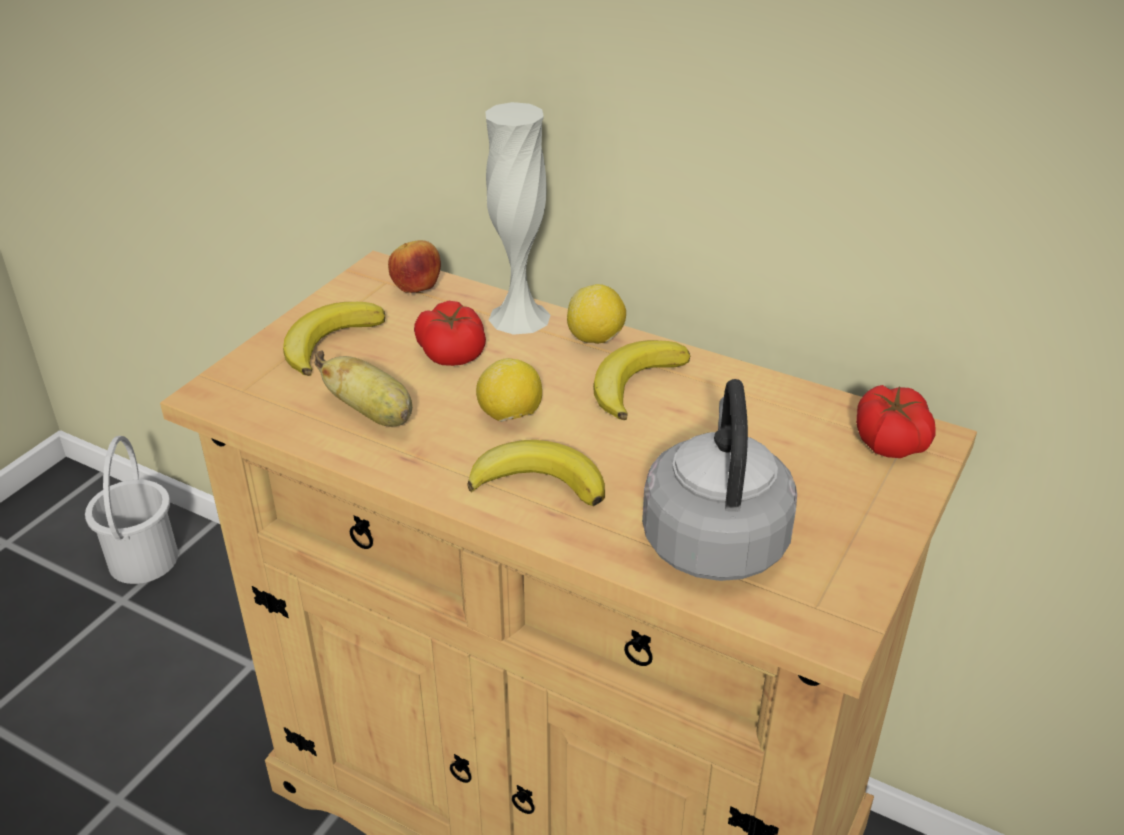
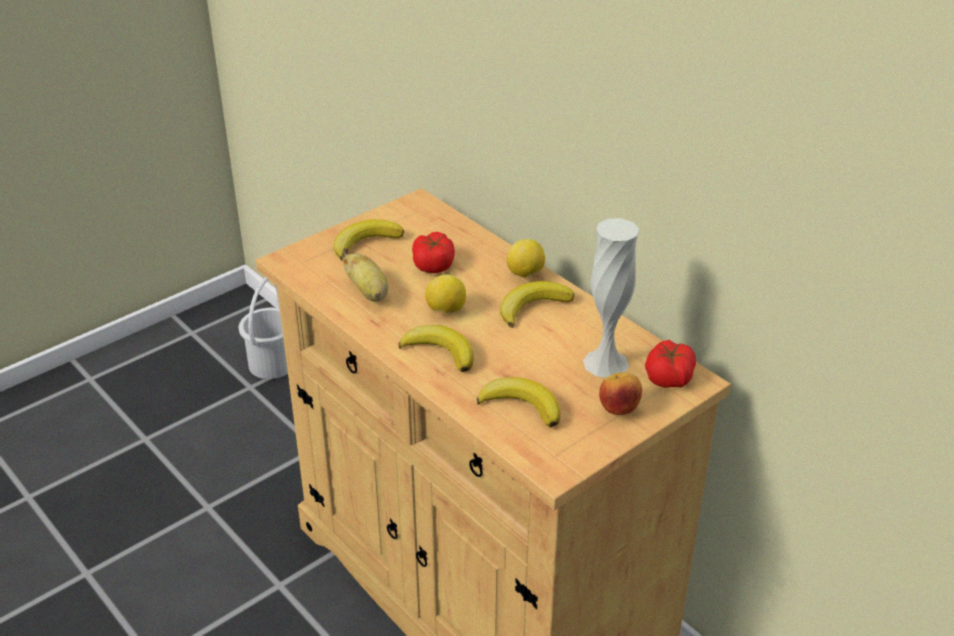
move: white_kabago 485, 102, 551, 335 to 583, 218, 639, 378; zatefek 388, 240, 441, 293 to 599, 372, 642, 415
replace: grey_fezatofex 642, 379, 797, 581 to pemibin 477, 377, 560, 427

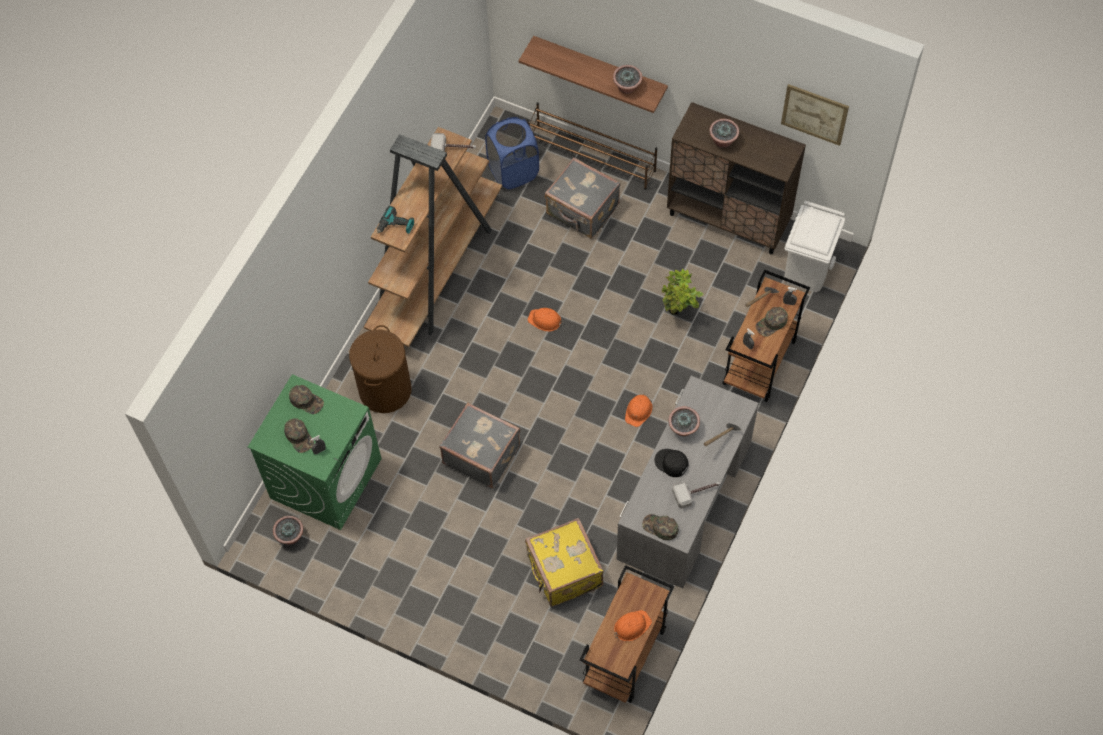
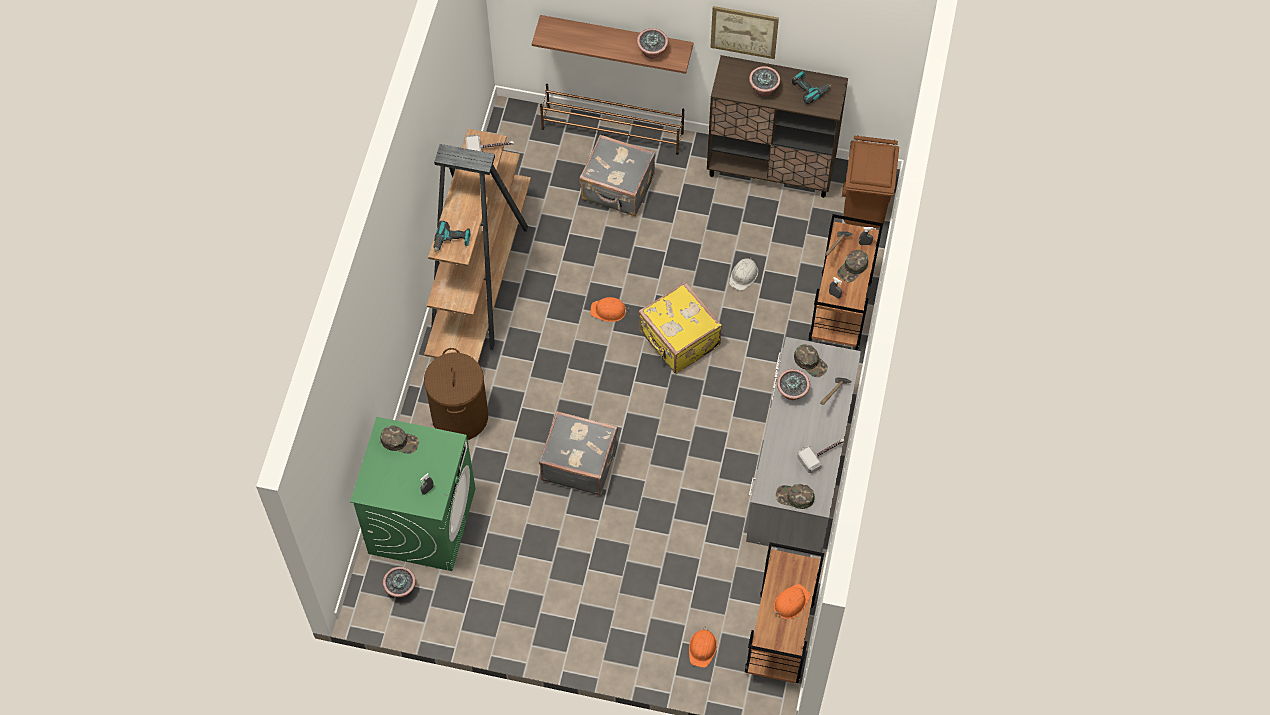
delete: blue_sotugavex 485, 117, 539, 189; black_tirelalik 655, 449, 689, 477
insert: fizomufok 792, 71, 831, 104
move: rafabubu 781, 84, 849, 146 to 710, 6, 779, 59; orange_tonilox 625, 393, 653, 427 to 689, 627, 717, 668; green_tirelalik 284, 418, 314, 453 to 794, 344, 828, 377; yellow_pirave 525, 518, 603, 607 to 638, 282, 722, 374
replace: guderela 662, 269, 703, 315 to white_tonilox 729, 257, 758, 291
recolor: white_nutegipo 784, 201, 845, 292 to brown_nutegipo 842, 135, 899, 228

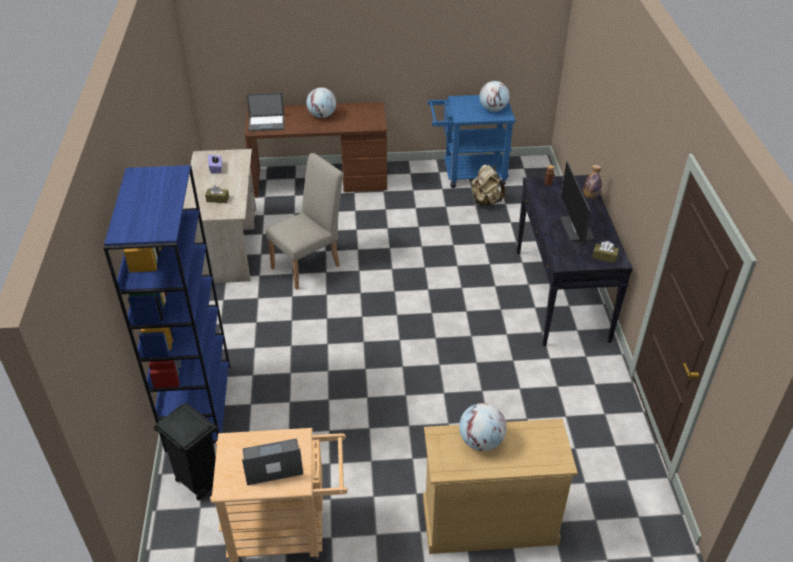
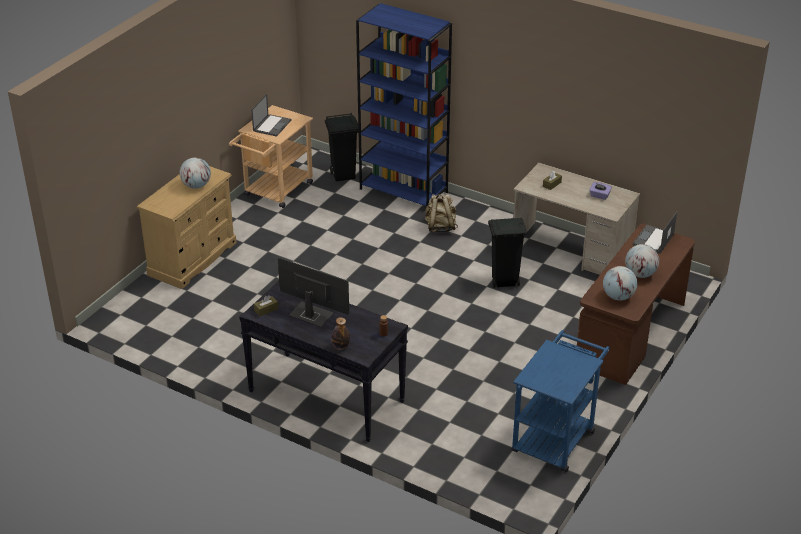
move: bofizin 479, 81, 509, 112 to 603, 266, 638, 301; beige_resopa 471, 164, 505, 206 to 425, 194, 458, 232
replace: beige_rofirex 266, 153, 344, 290 to black_nutegipo 488, 218, 527, 288

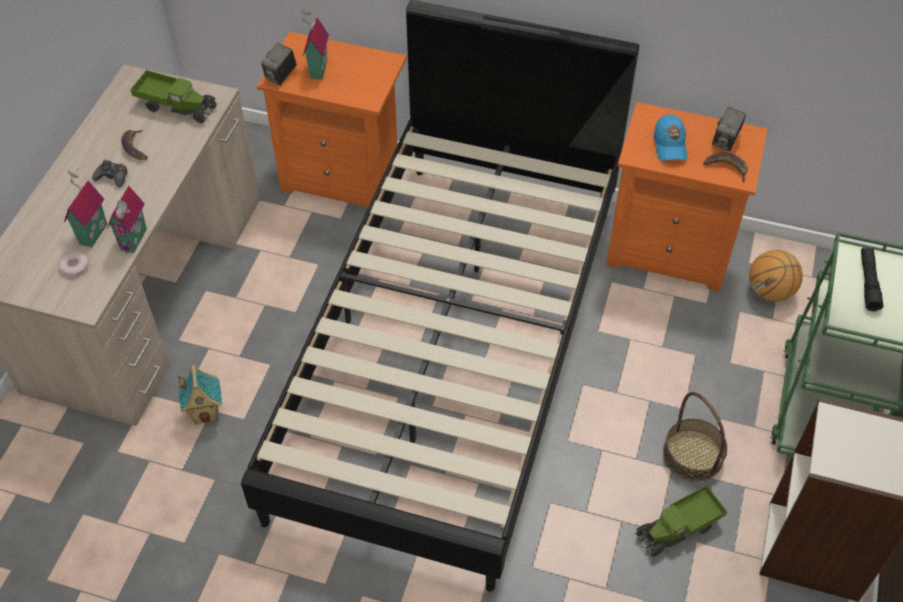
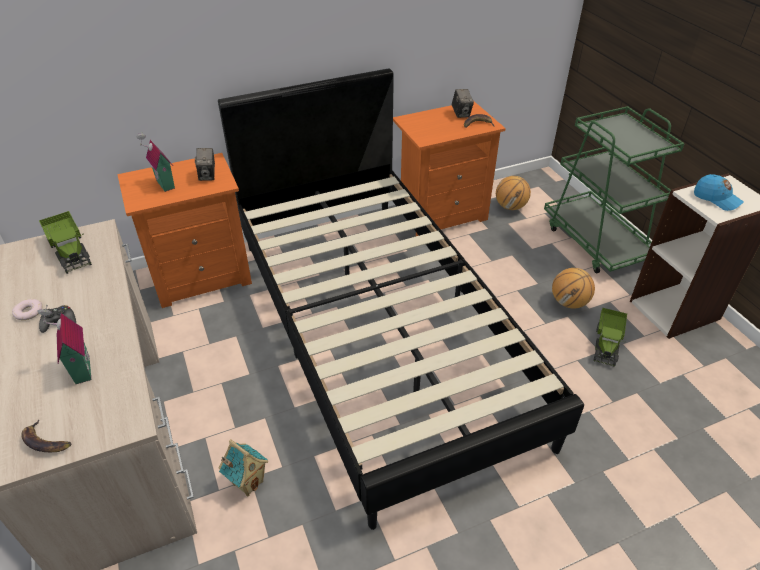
delete: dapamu 107, 186, 147, 253; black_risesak 861, 247, 883, 311
move: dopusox 261, 42, 297, 85 to 195, 148, 215, 181; blue_tirelalik 654, 114, 687, 161 to 694, 174, 744, 211; pemibin 121, 130, 148, 160 to 22, 419, 72, 452; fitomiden 58, 252, 89, 276 to 12, 299, 42, 320
replace: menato 663, 392, 727, 482 to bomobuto 552, 268, 595, 308
rotate: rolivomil 130, 70, 217, 123 = 39, 211, 92, 274 75 degrees clockwise

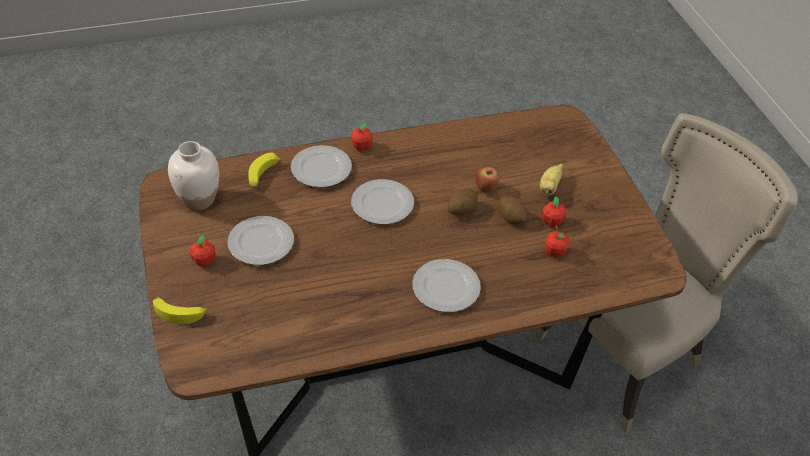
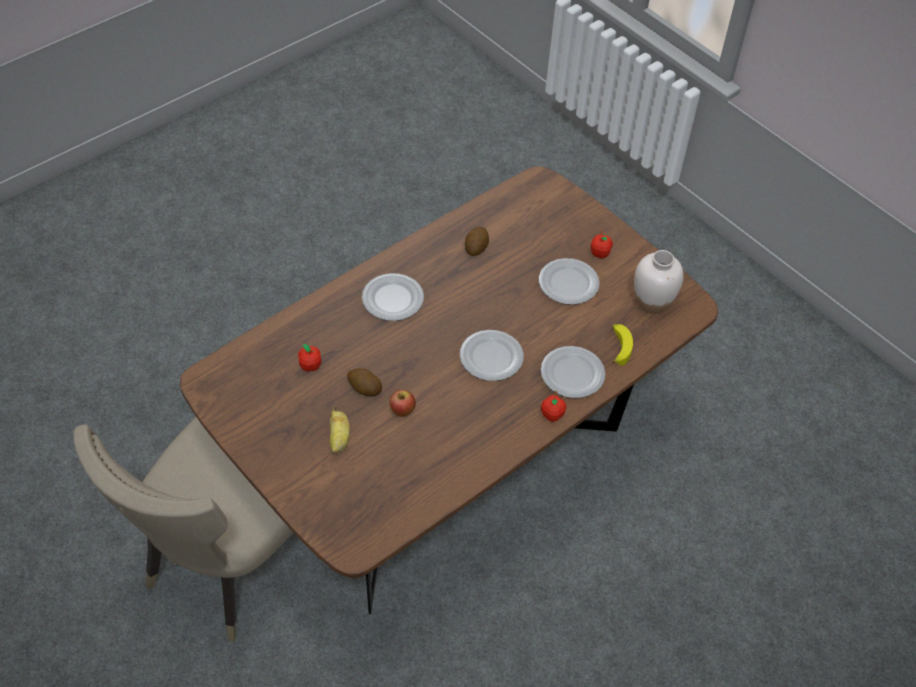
delete: zatefek 542, 197, 567, 227; pemibin 153, 296, 207, 324
move: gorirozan 448, 189, 478, 215 to 465, 227, 489, 256

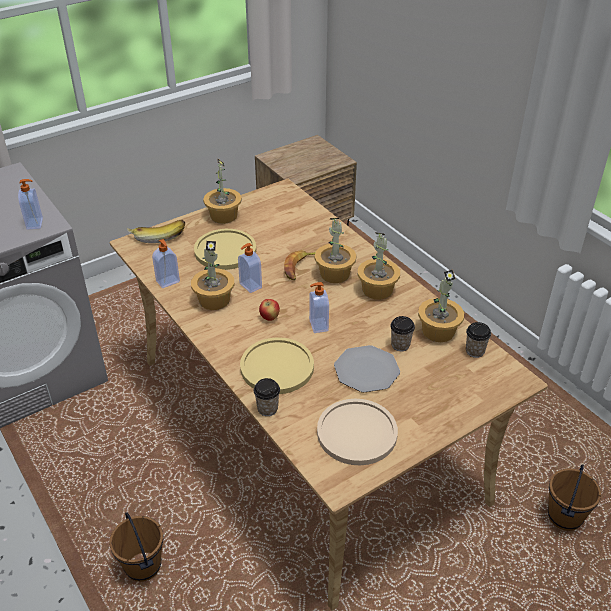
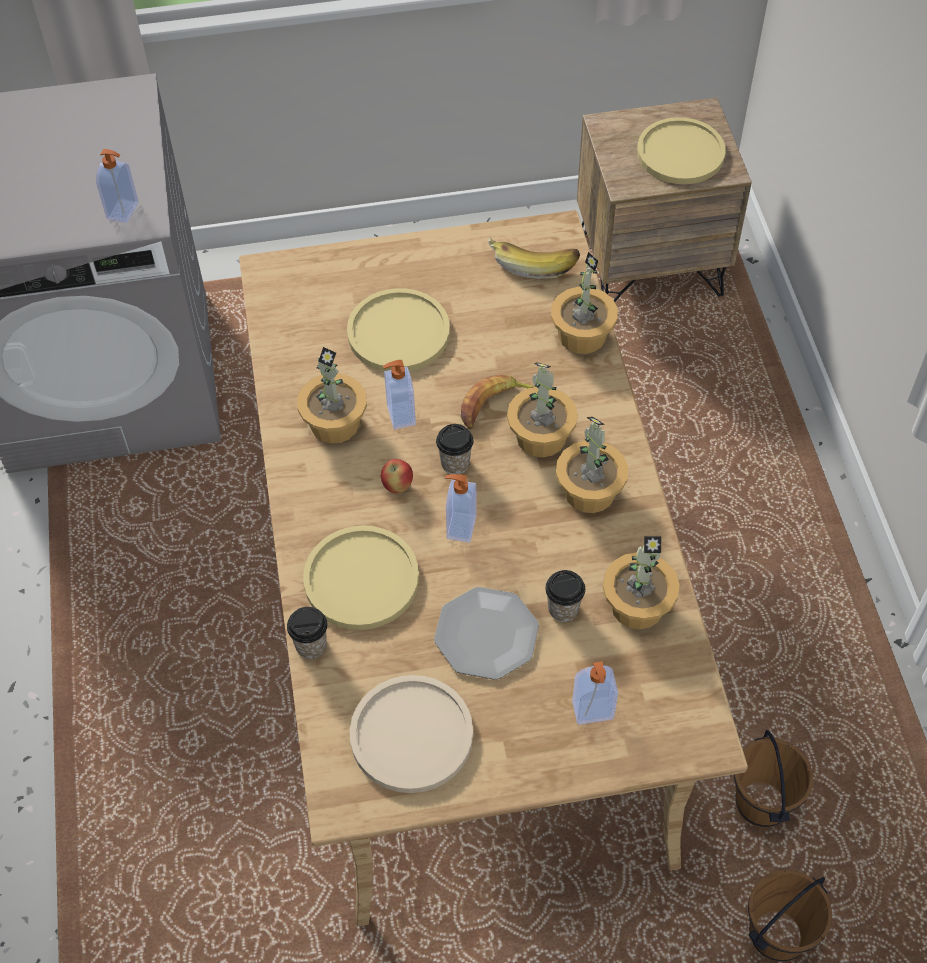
insert: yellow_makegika 637, 117, 726, 184
move: guderela 203, 158, 242, 224 to 551, 252, 618, 354; pemibin 127, 219, 185, 243 to 488, 238, 580, 279; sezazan 152, 239, 180, 288 to 572, 661, 618, 725; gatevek 466, 322, 491, 358 to 436, 424, 473, 474; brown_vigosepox 109, 512, 163, 582 to 734, 730, 814, 828

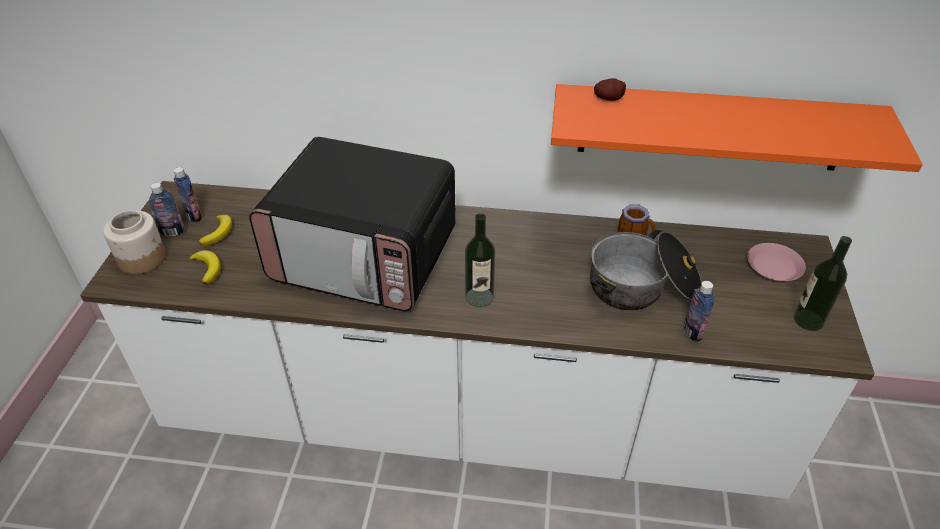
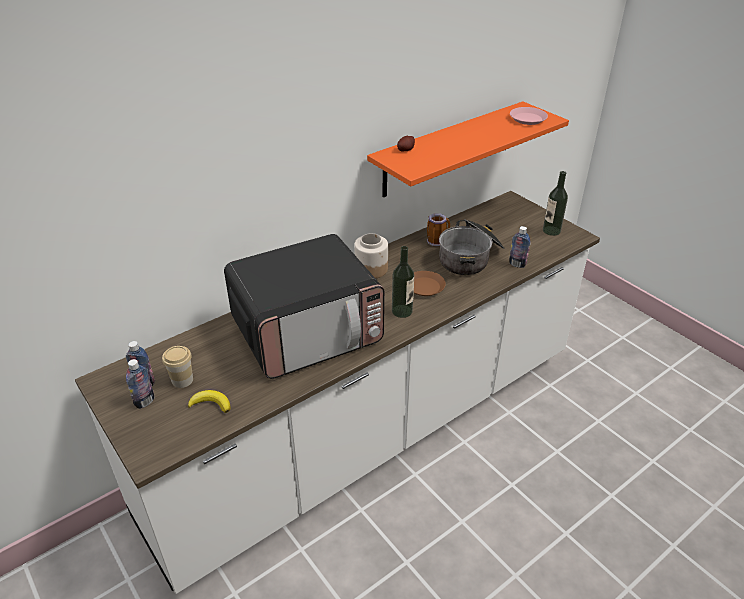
insert: brown_makegika 414, 271, 446, 296
move: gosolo 103, 210, 166, 274 to 354, 233, 388, 279; pink_makegika 747, 243, 806, 281 to 510, 107, 548, 125
replace: pemibin 198, 215, 232, 246 to gatevek 162, 346, 193, 388

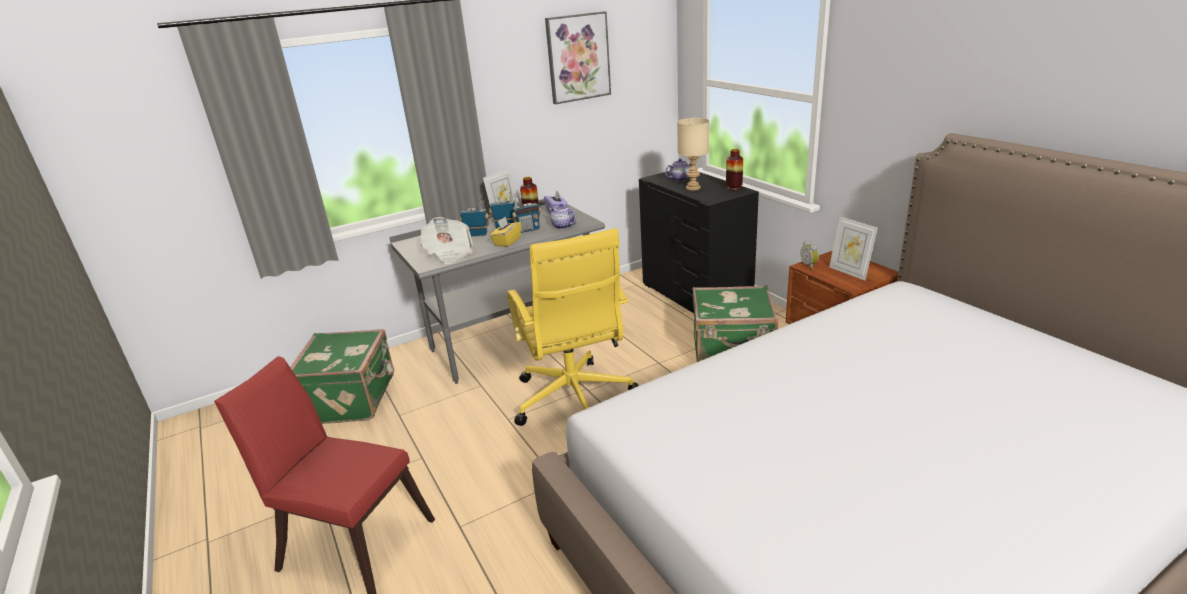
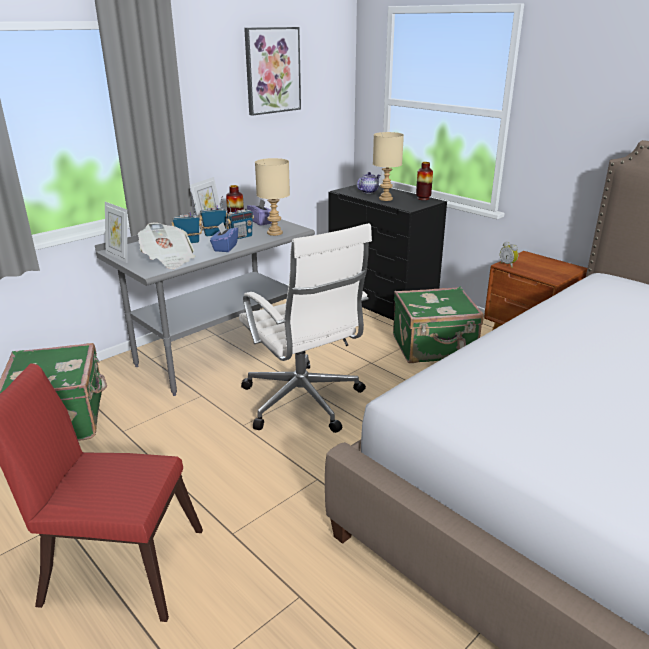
move: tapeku 829, 217, 878, 280 to 105, 202, 127, 263
replace: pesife 548, 204, 577, 229 to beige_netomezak 255, 158, 290, 236
recolor: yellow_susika 490, 217, 521, 247 to blue_susika 210, 222, 238, 252; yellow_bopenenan 507, 228, 639, 426 to white_bopenenan 239, 223, 372, 433

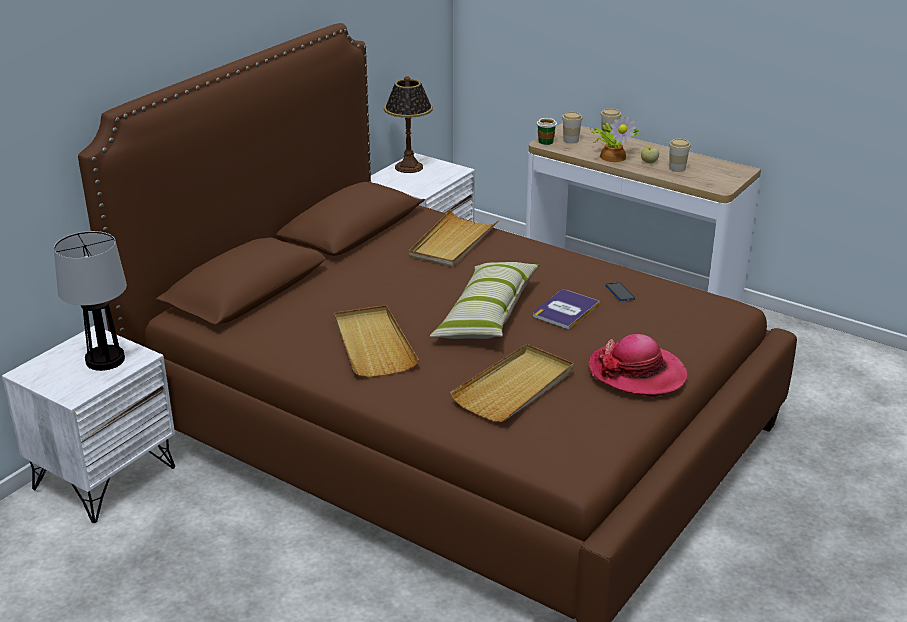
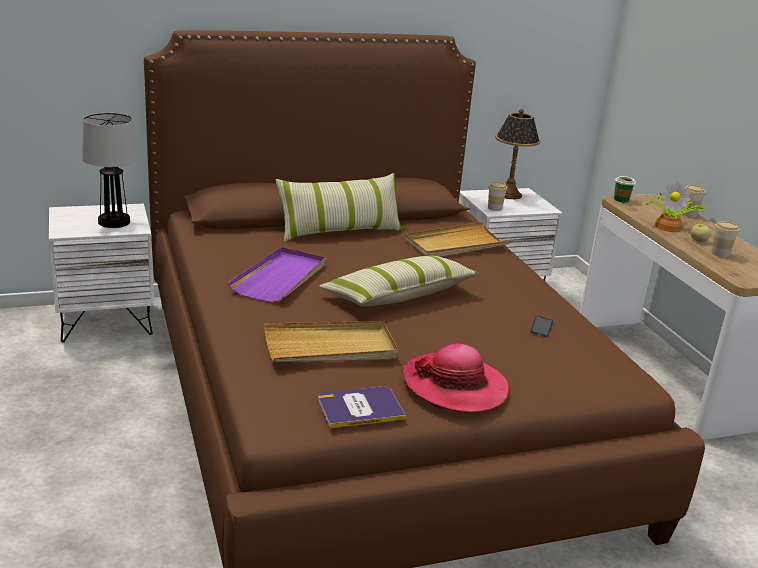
insert: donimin 276, 173, 403, 242
move: gatevek 562, 112, 583, 144 to 488, 182, 507, 211; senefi 533, 290, 600, 330 to 318, 386, 406, 428
recolor: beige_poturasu 334, 305, 419, 377 to purple_poturasu 227, 247, 326, 302

